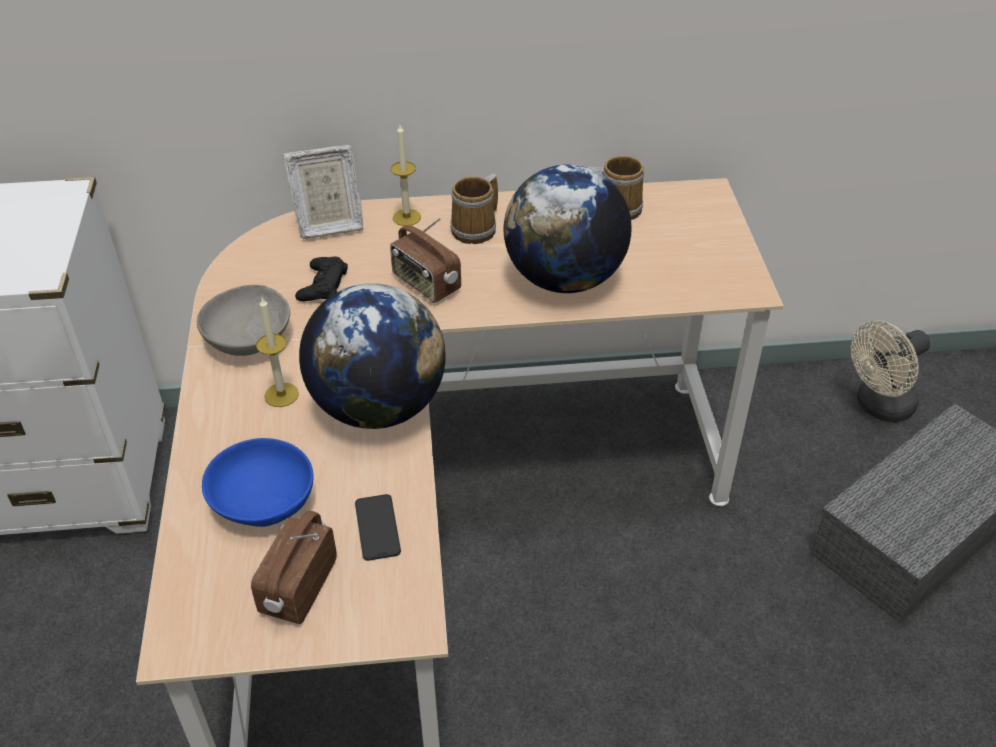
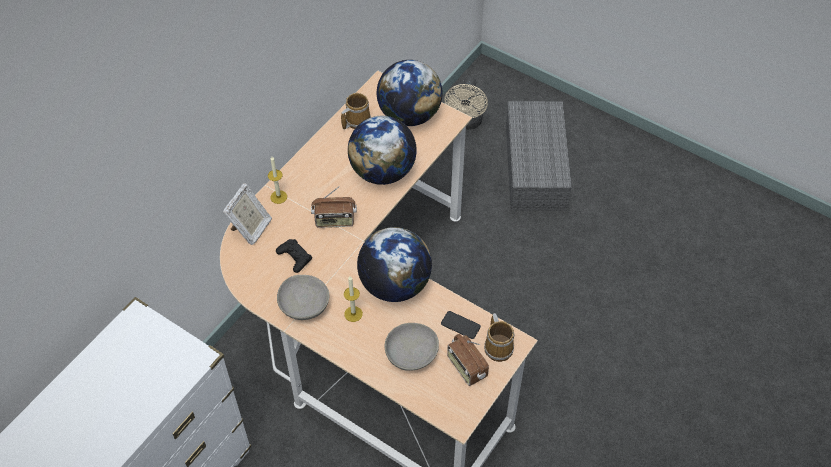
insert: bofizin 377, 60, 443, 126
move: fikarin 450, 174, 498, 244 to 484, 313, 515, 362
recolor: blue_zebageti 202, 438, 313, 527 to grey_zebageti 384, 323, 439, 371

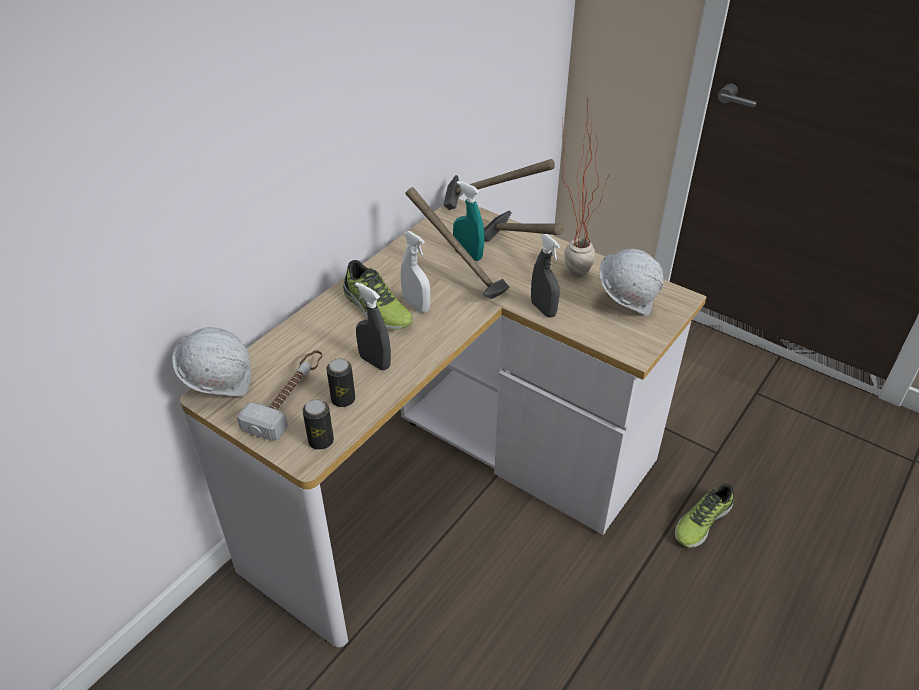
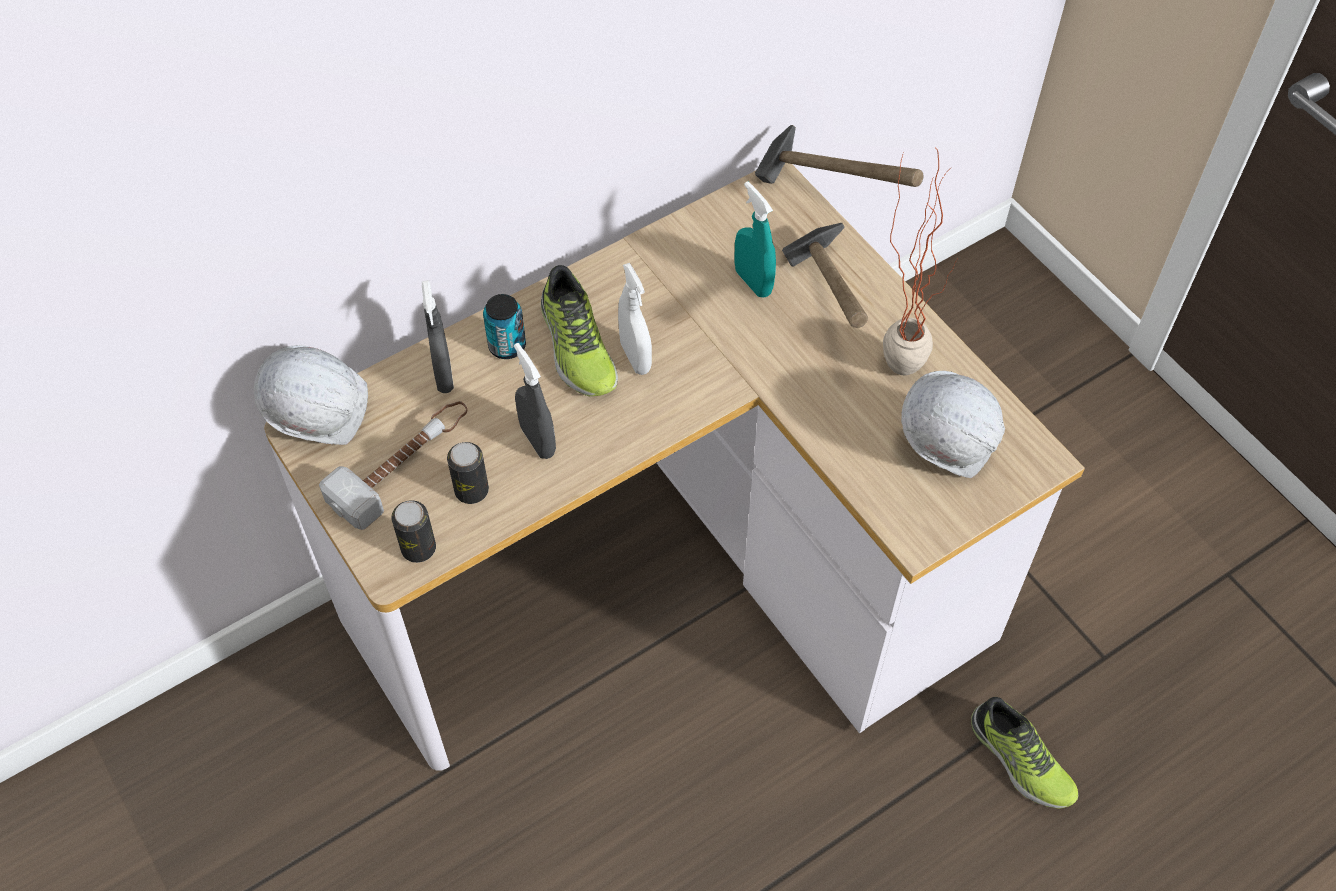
delete: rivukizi 405, 187, 509, 299
insert: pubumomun 483, 294, 526, 359
move: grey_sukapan 531, 234, 560, 318 to 422, 280, 454, 393
rotate: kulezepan 675, 484, 733, 548 = 971, 697, 1078, 809 105 degrees counterclockwise

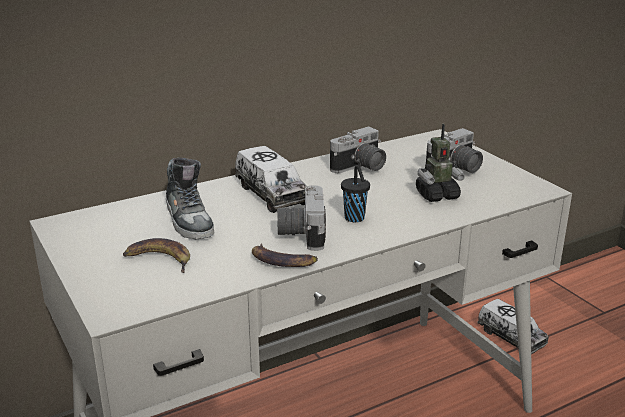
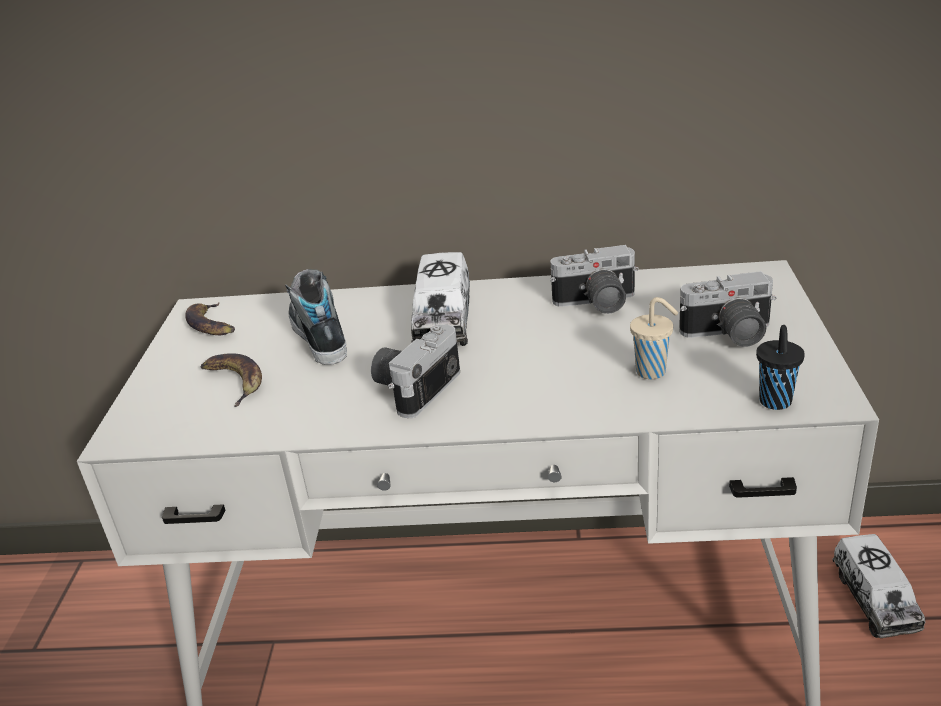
move: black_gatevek 341, 165, 370, 222 to 756, 325, 805, 410; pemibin 252, 244, 318, 267 to 185, 303, 235, 335
replace: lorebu 416, 124, 465, 202 to beige_gatevek 630, 297, 678, 379
rotate: kulezepan 166, 158, 214, 239 = 285, 269, 347, 365 150 degrees clockwise

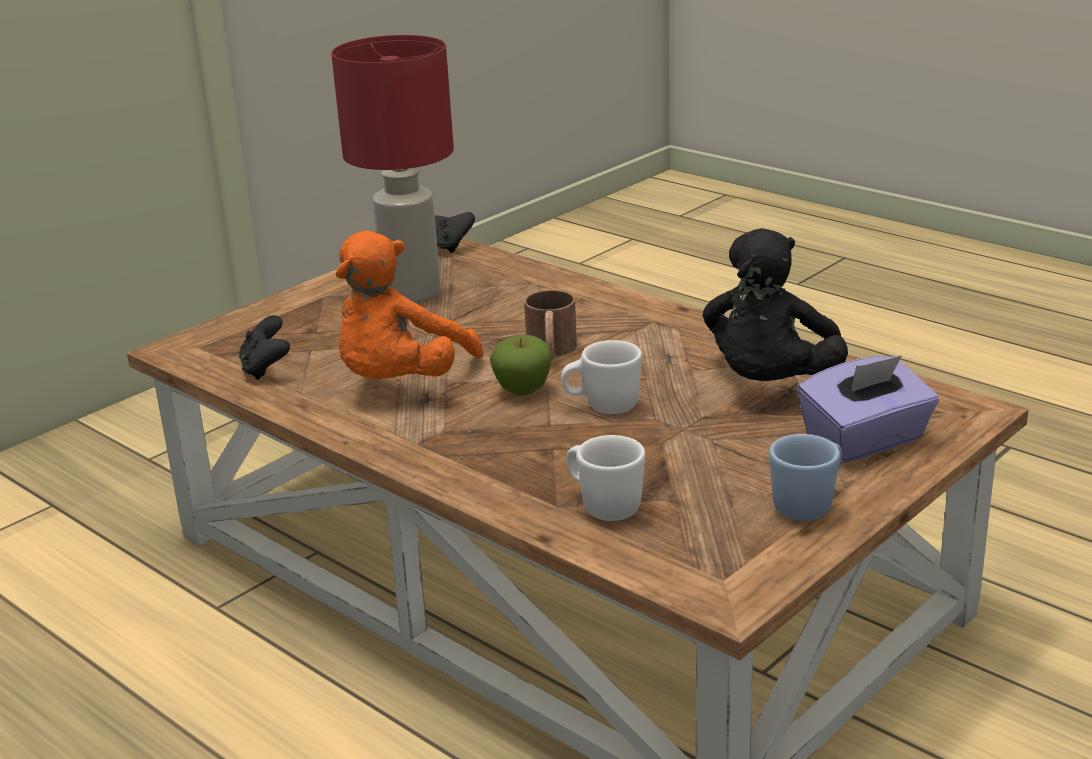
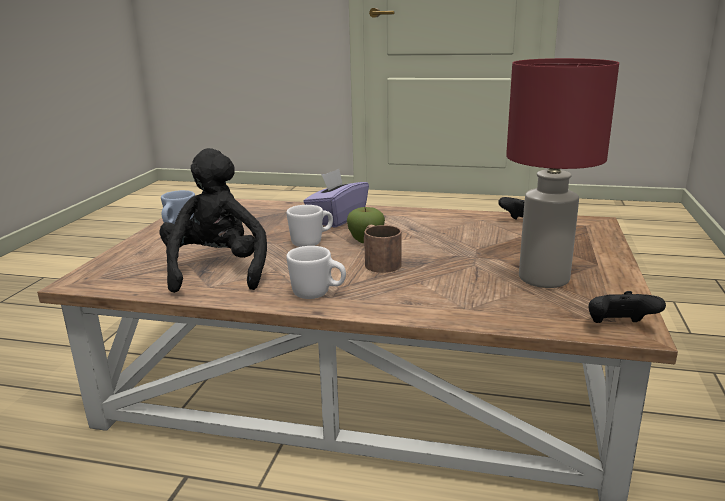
delete: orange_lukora 335, 231, 484, 379
move: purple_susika 797, 355, 939, 463 to 303, 169, 369, 228; white_fikarin 566, 435, 645, 521 to 286, 246, 346, 299

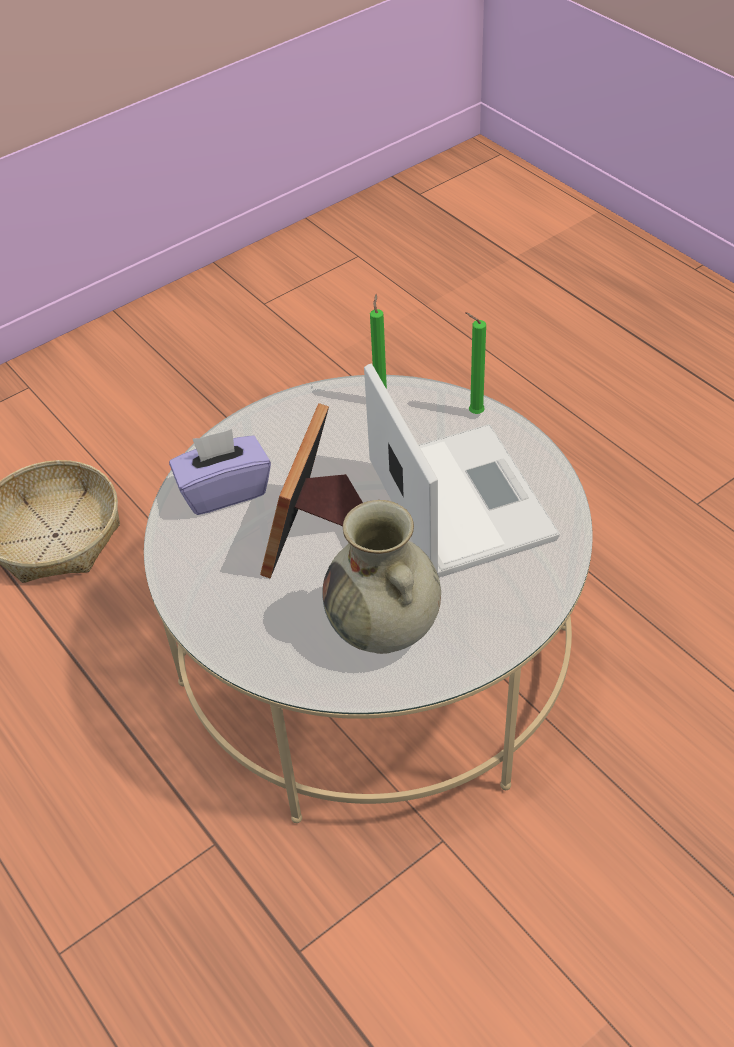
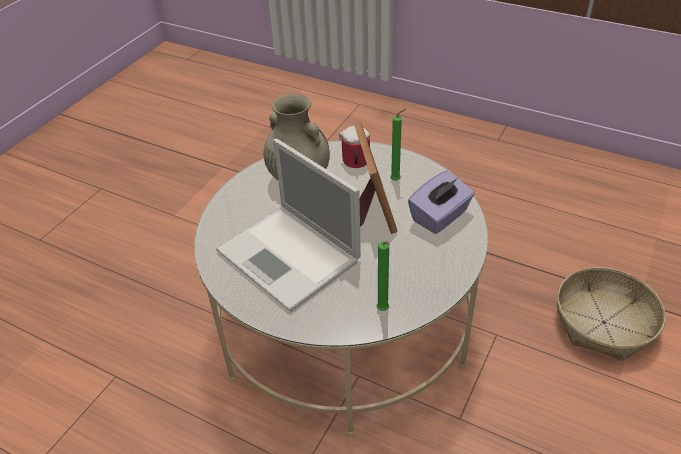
insert: fikarin 339, 126, 370, 168
move: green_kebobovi 465, 312, 486, 414 to 390, 109, 406, 181

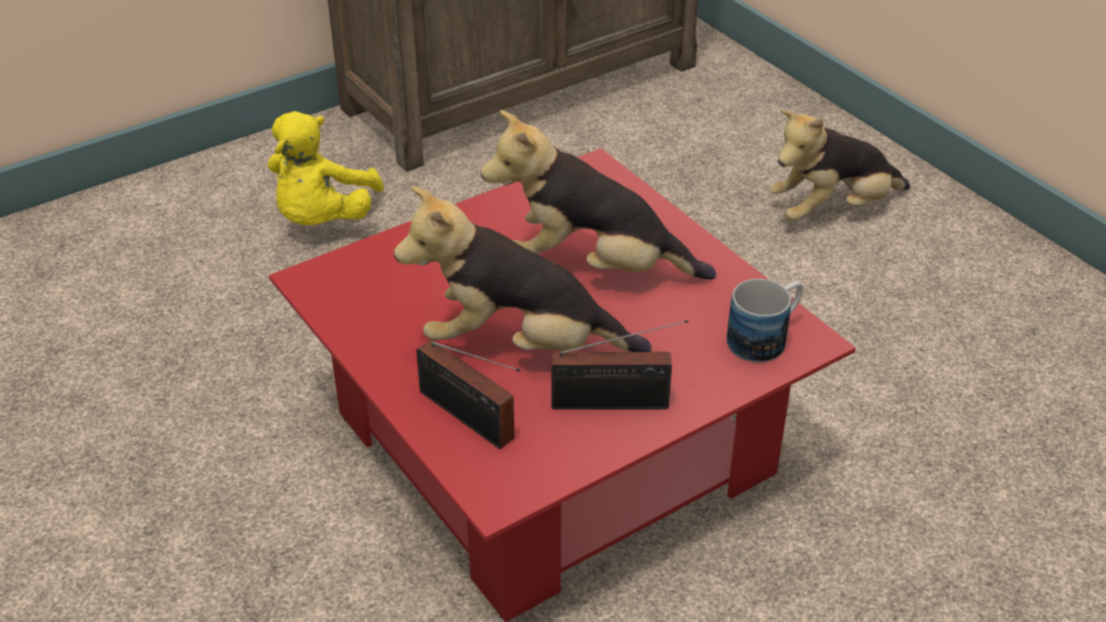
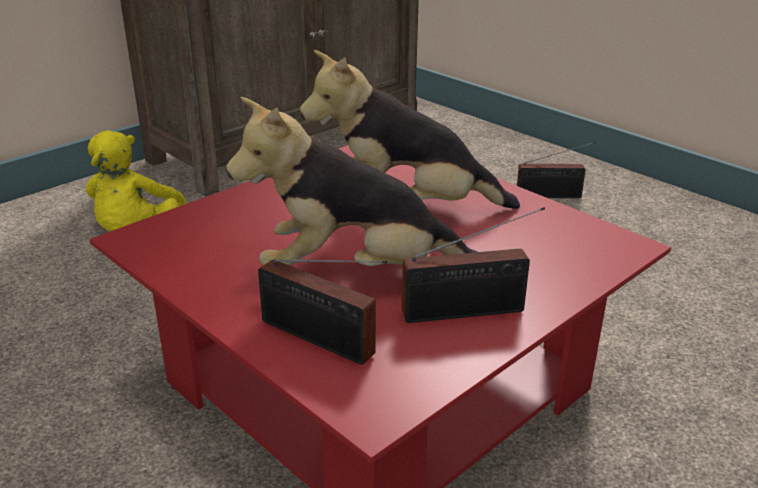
delete: fikarin 727, 279, 803, 362
replace: lukora 769, 110, 910, 221 to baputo 517, 142, 596, 198

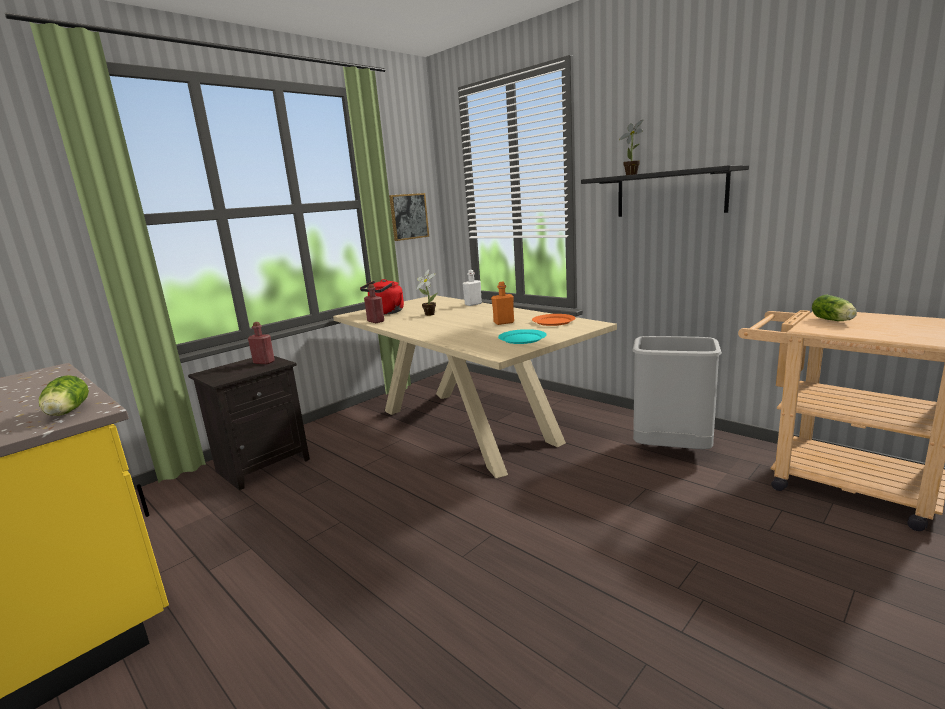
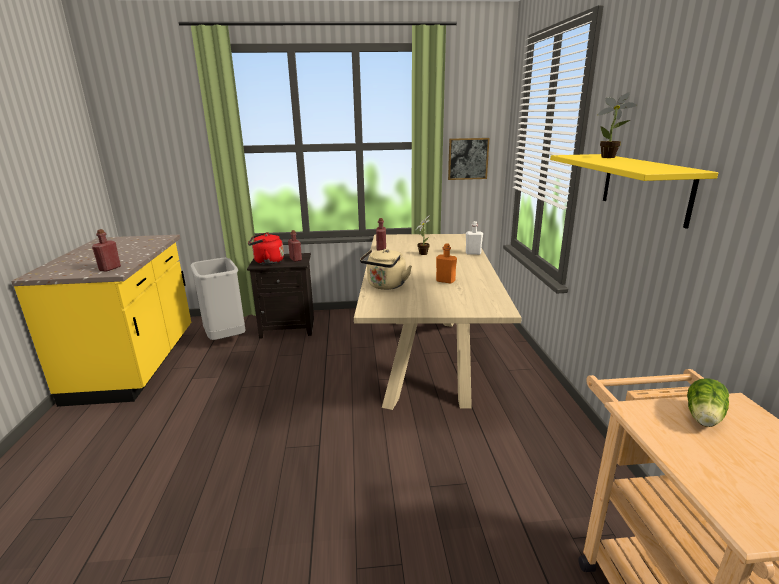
delete: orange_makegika 532, 314, 576, 326; turquoise_makegika 498, 329, 547, 344
insert: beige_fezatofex 360, 249, 412, 290
move: red_fezatofex 360, 279, 404, 315 to 248, 232, 284, 264; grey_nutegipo 632, 336, 722, 449 to 191, 258, 245, 340
replace: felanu 39, 375, 89, 416 to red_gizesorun 92, 229, 121, 272
recolor: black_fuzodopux 581, 165, 749, 217 to yellow_fuzodopux 550, 154, 718, 229

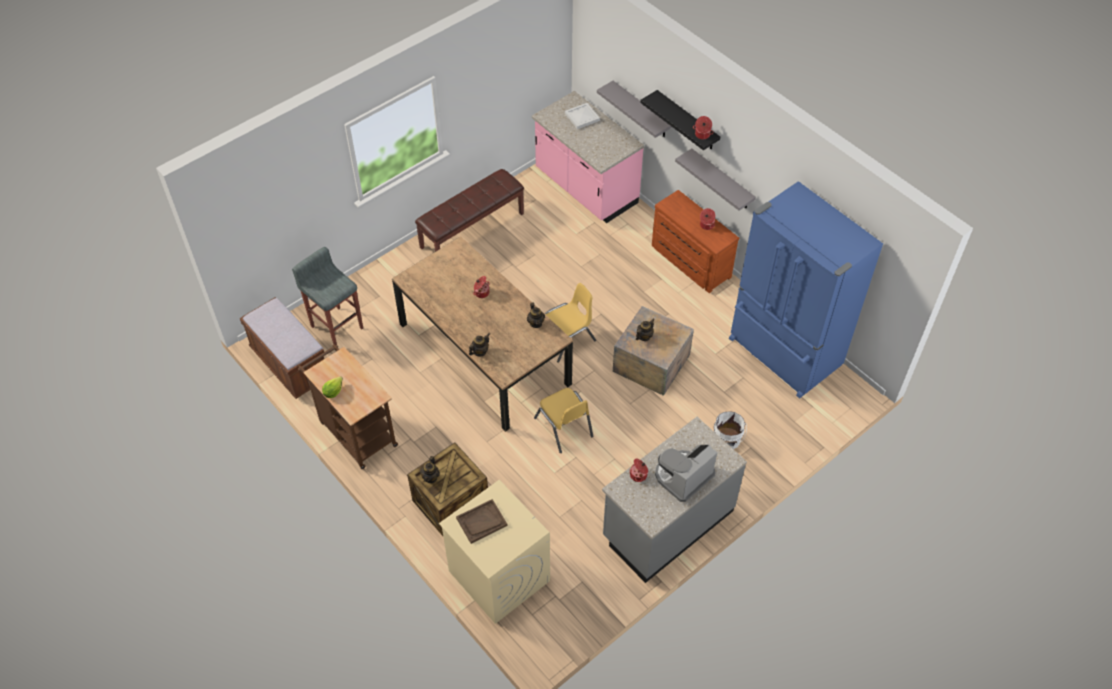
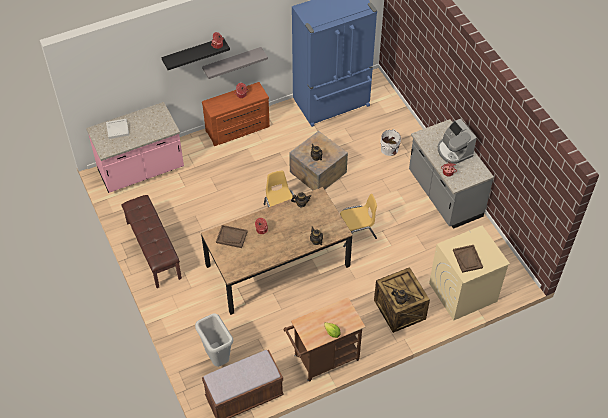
delete: grey_fuzodopux 597, 81, 672, 138
insert: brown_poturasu 216, 225, 248, 248
replace: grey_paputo 292, 247, 363, 345 to grey_nutegipo 195, 314, 233, 367

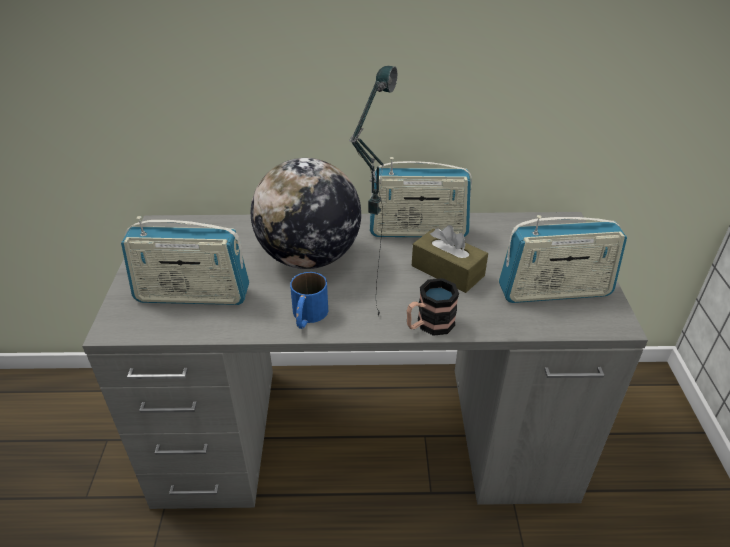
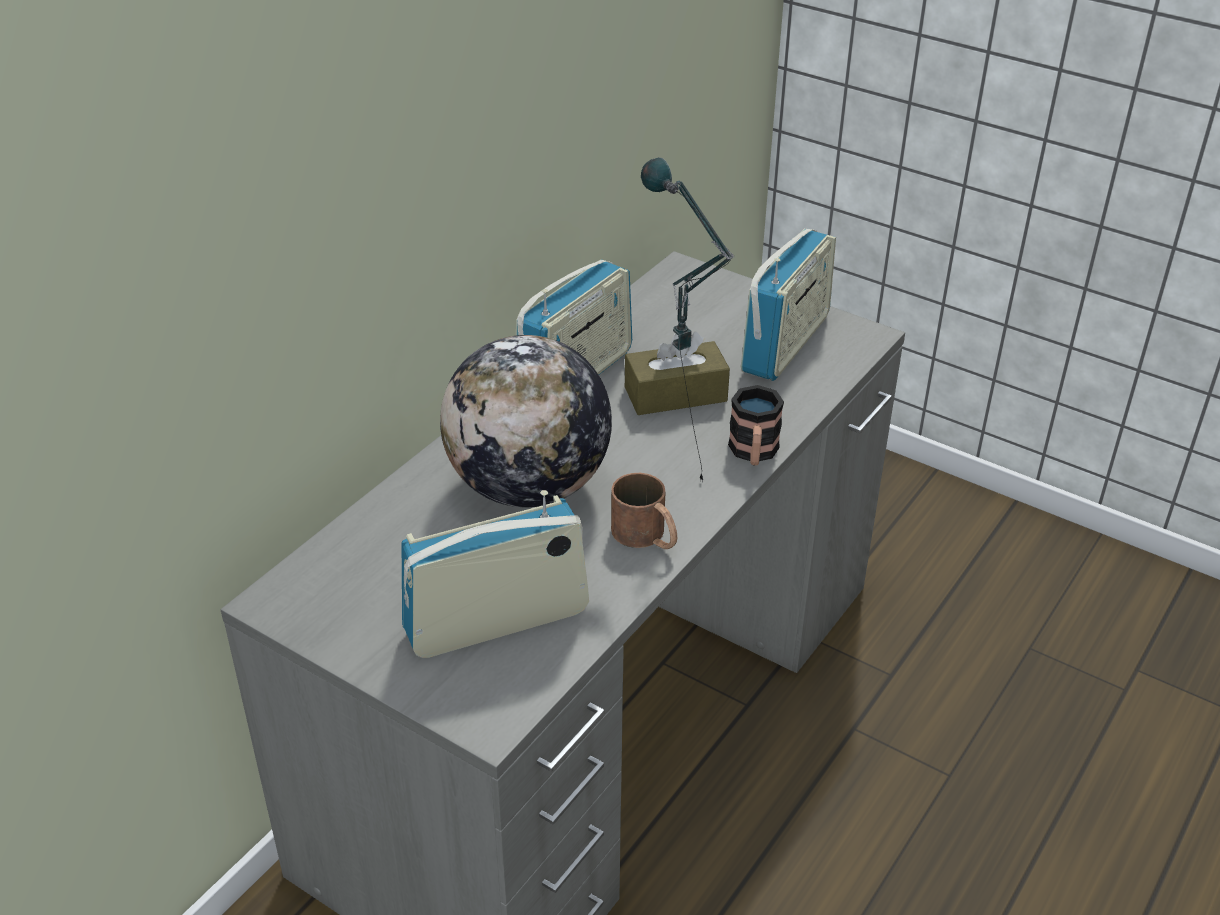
recolor: blue_fikarin 290, 272, 328, 329 to brown_fikarin 611, 473, 677, 549
rotate: baputo 121, 216, 249, 305 = 401, 490, 589, 658 150 degrees counterclockwise

